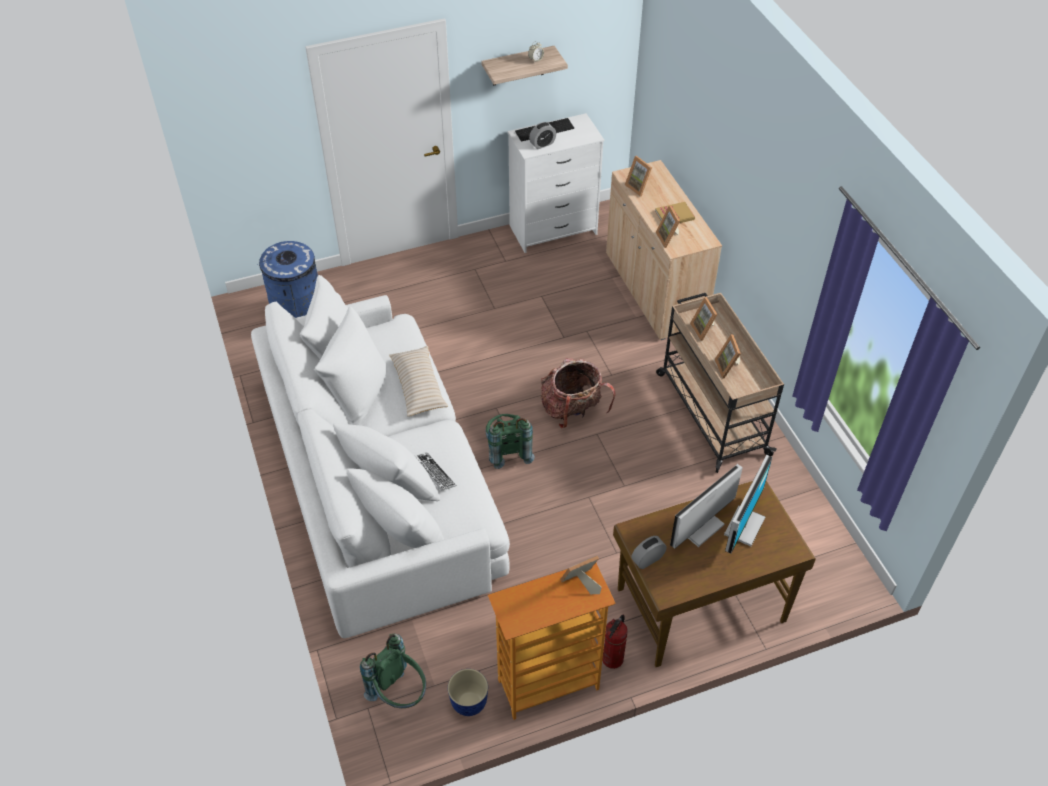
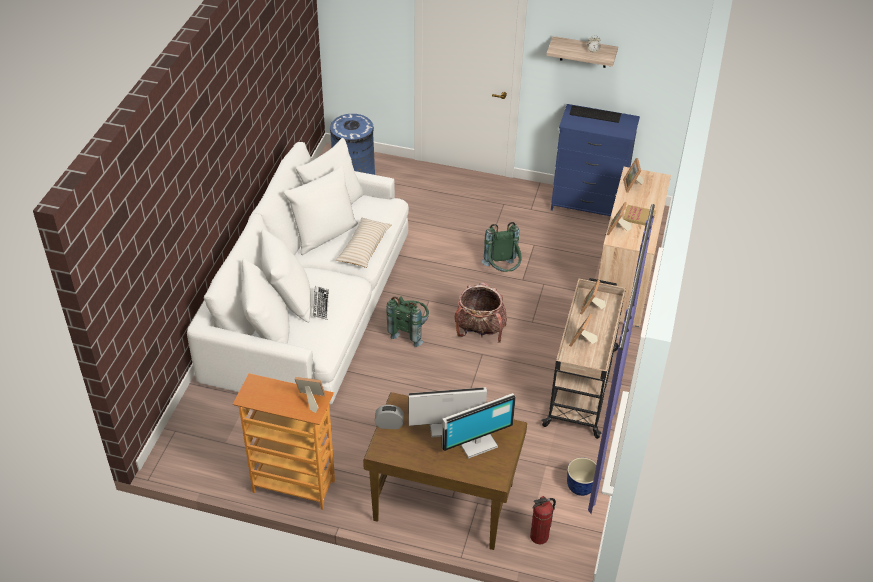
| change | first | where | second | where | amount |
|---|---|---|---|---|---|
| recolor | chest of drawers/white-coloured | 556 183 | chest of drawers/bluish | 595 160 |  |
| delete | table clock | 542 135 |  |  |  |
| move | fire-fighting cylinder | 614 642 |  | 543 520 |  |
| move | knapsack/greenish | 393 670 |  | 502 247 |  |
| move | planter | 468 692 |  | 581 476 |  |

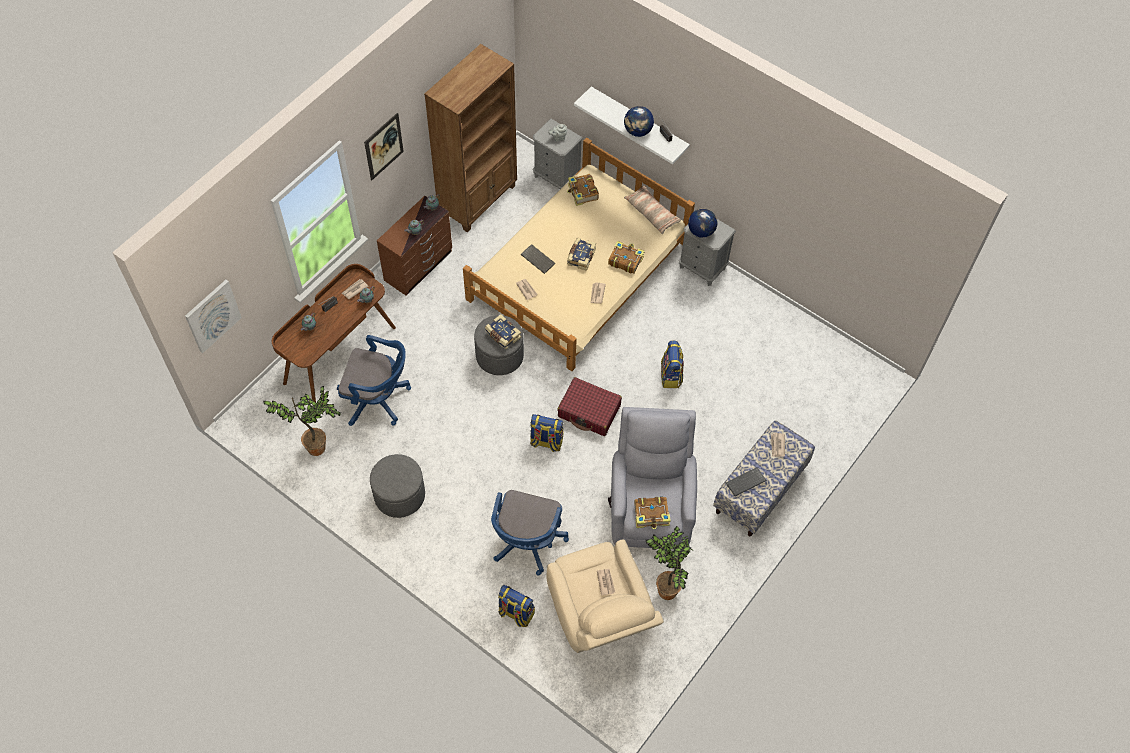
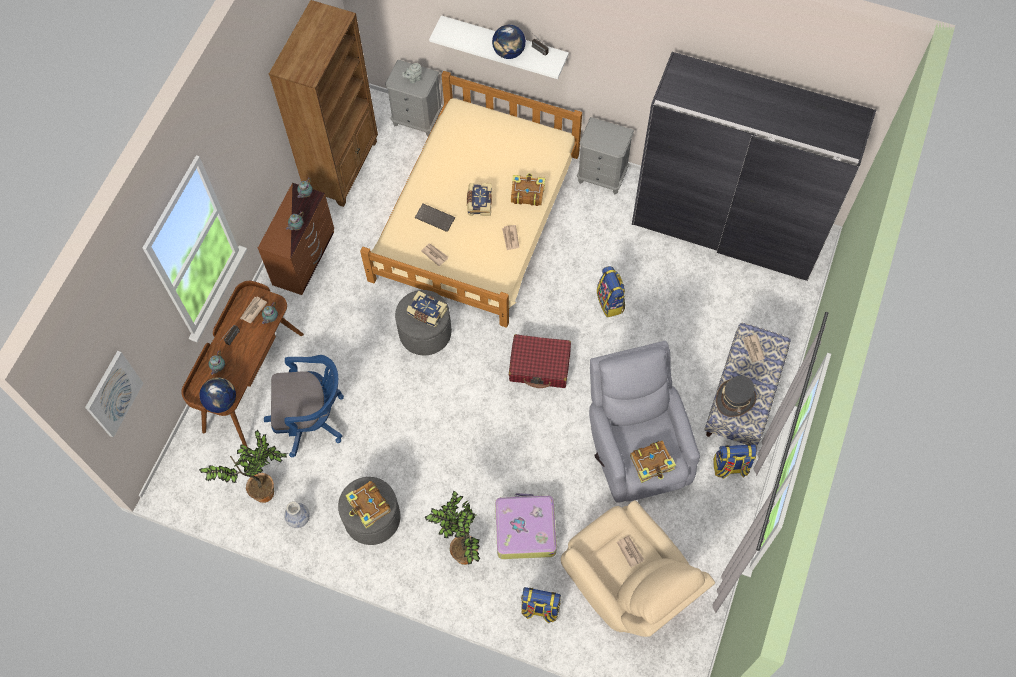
| change | first | where | second | where | amount |
|---|---|---|---|---|---|
| delete | wall picture | 384 146 |  |  |  |
| move | bound book | 583 190 |  | 368 505 |  |
| delete | pillow | 652 210 |  |  |  |
| move | desk globe | 703 223 |  | 217 395 |  |
| move | knapsack | 547 433 |  | 735 461 |  |
| replace | PC keyboard | 746 481 | hat/gray | 736 396 |  |
| replace | office chair/bluish | 530 532 | travel case | 526 526 |  |
| move | houseplant | 669 563 |  | 452 528 |  |
| insert |  |  | armoire/gray | 754 166 |  |
| insert |  |  | flower vase | 297 514 |  |

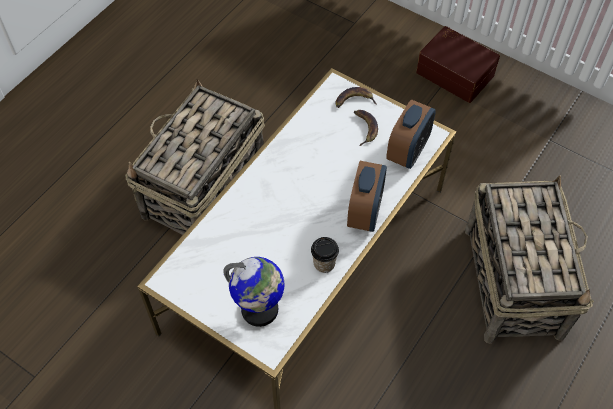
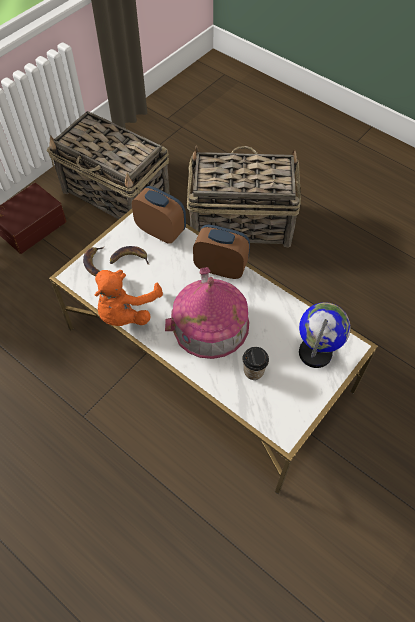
| change | first | where | second | where | amount |
|---|---|---|---|---|---|
| move | household basket | 195 157 |  | 108 165 |  |
| move | drinking cup | 325 255 |  | 255 363 |  |
| insert |  |  | toy house | 207 313 |  |
| insert |  |  | soft toy/orange-coloured | 128 298 |  |

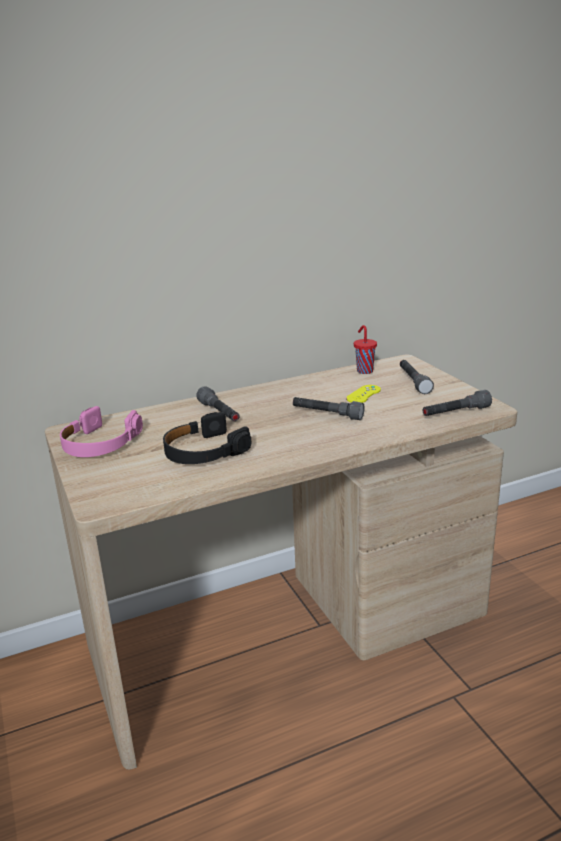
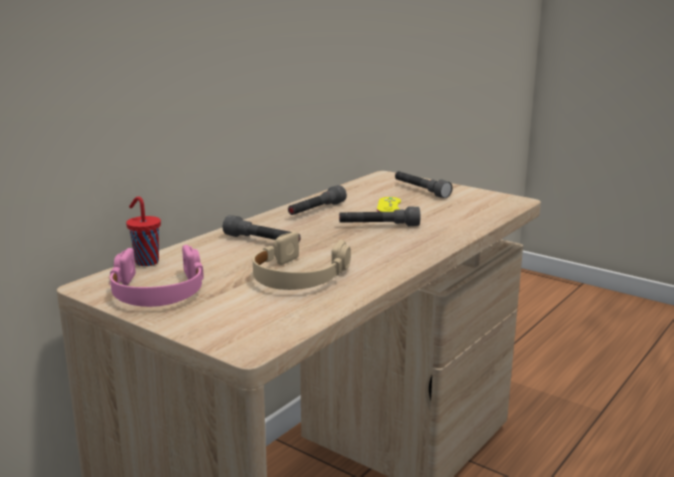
| change | first | where | second | where | amount |
|---|---|---|---|---|---|
| move | drinking cup/reddish | 365 349 |  | 143 231 |  |
| move | flashlight/gray | 457 403 |  | 317 200 |  |
| recolor | pair of headphones/black | 207 438 | pair of headphones/beige-coloured | 302 261 |  |

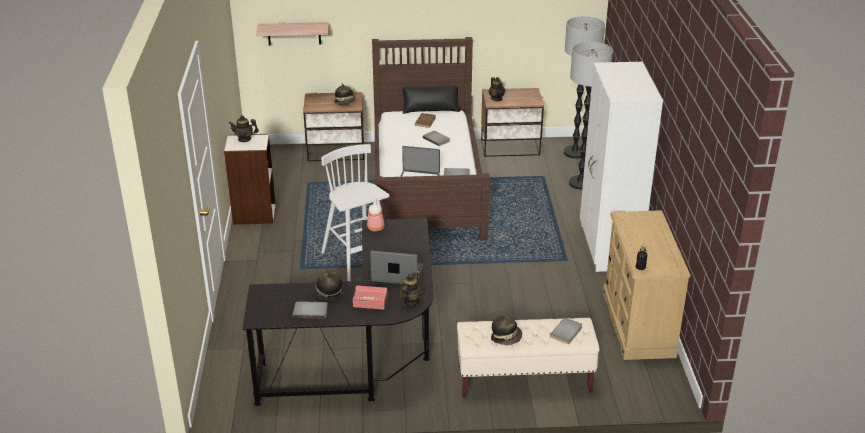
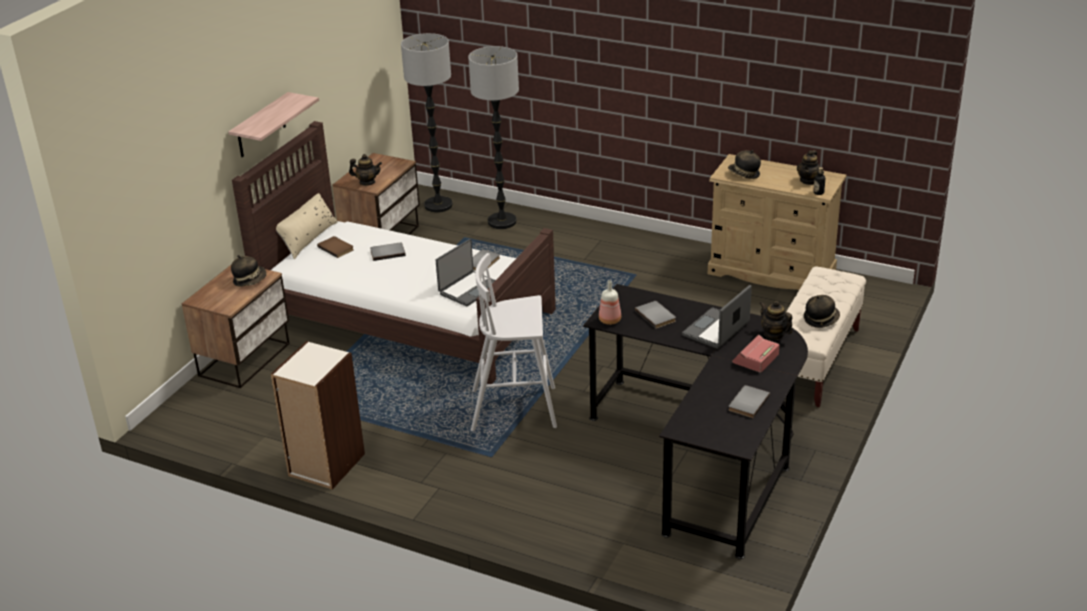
| change | first | where | second | where | amount |
|---|---|---|---|---|---|
| move | wall shelf | 292 34 |  | 273 124 |  |
| delete | armoire/white-coloured | 621 167 |  |  |  |
| recolor | pillow/black | 431 100 | pillow/beige-coloured | 307 226 |  |
| move | pot for tea | 244 128 |  | 808 167 |  |
| move | hat | 329 285 |  | 744 164 |  |
| move | bound book/gray | 566 330 |  | 655 315 |  |

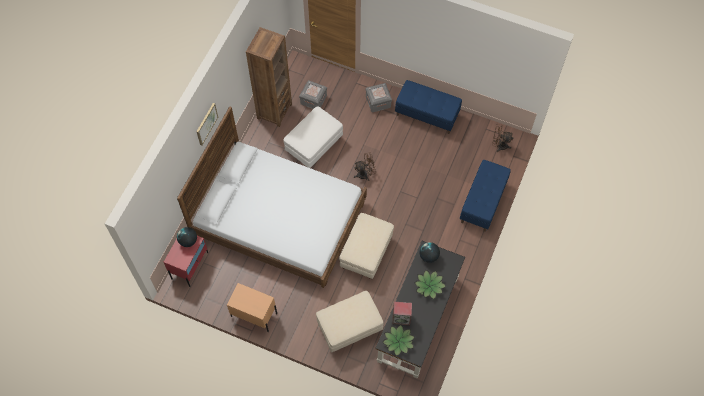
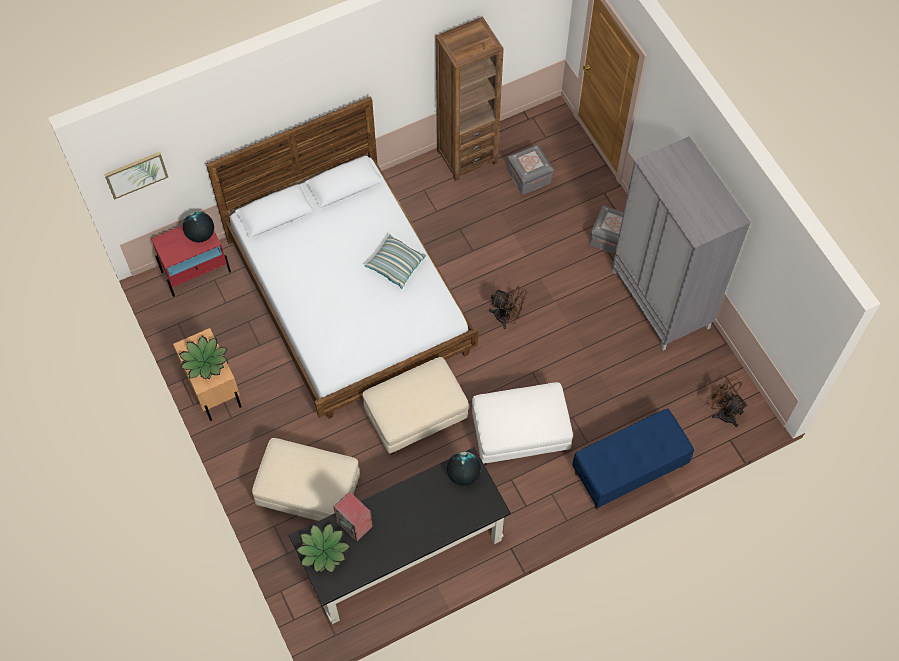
| change | first | where | second | where | amount |
|---|---|---|---|---|---|
| replace | long seat/bluish | 428 107 | armoire/gray | 681 243 |  |
| move | wall picture | 207 124 |  | 136 176 |  |
| move | pouffe/white-coloured | 313 137 |  | 522 423 |  |
| move | houseplant | 430 284 |  | 203 357 |  |
| insert |  |  | pillow | 395 261 |  |

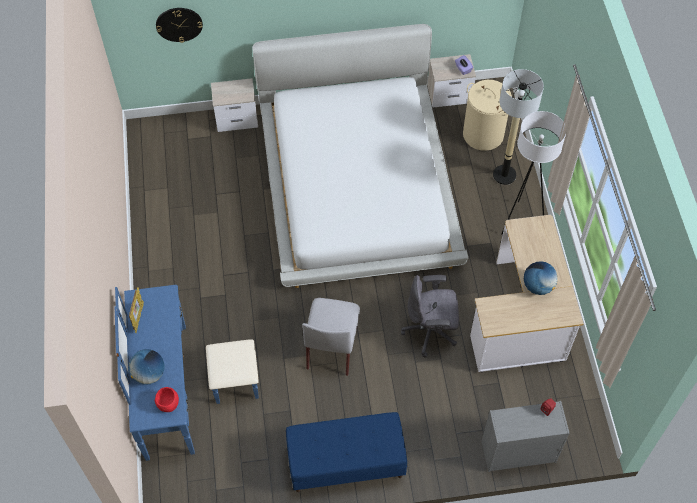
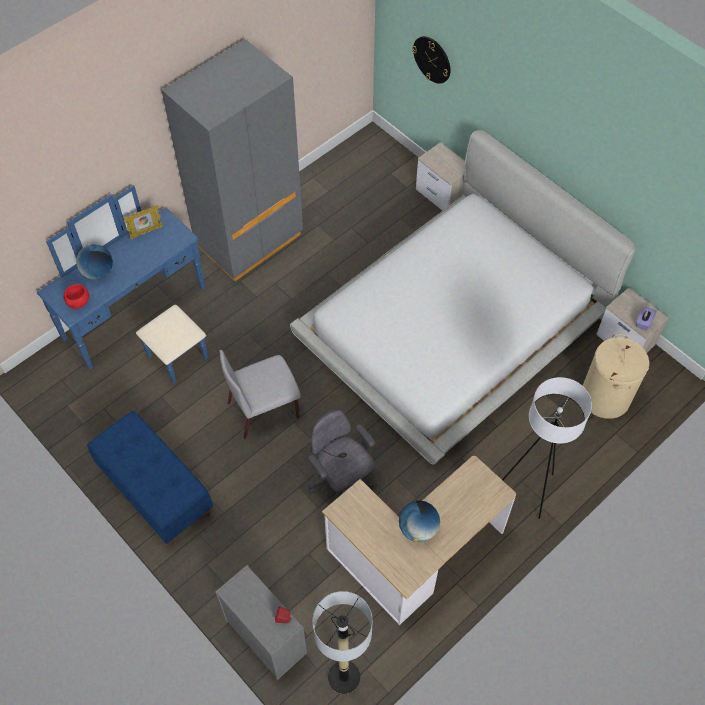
| change | first | where | second | where | amount |
|---|---|---|---|---|---|
| move | standard lamp | 518 127 |  | 343 642 |  |
| insert |  |  | armoire/gray | 232 160 |  |

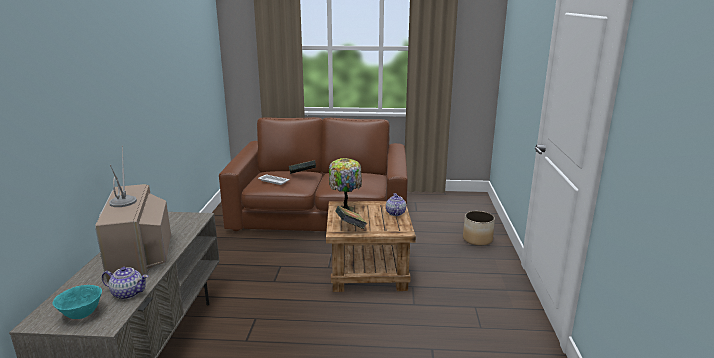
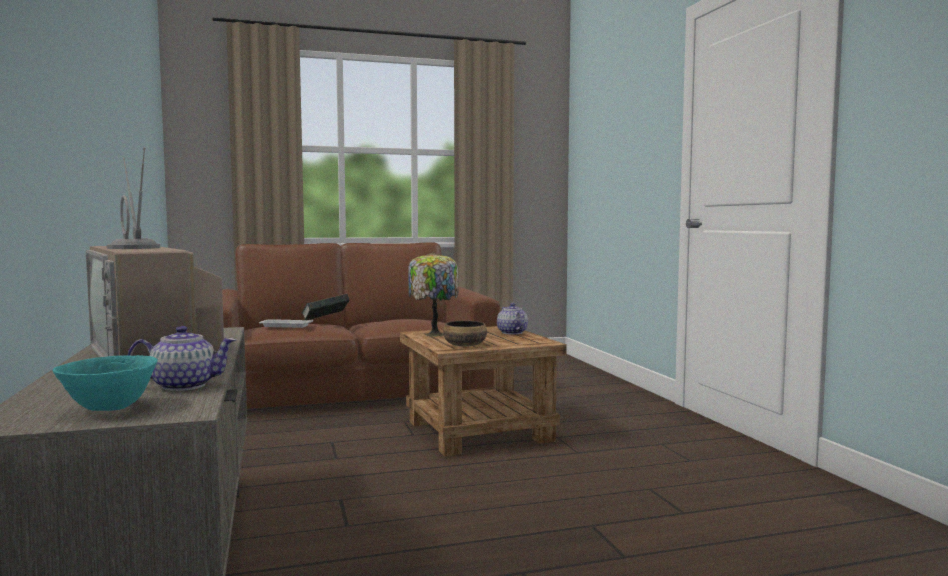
| change | first | where | second | where | amount |
|---|---|---|---|---|---|
| replace | bound book | 351 217 | bowl | 465 334 |  |
| delete | planter | 479 228 |  |  |  |

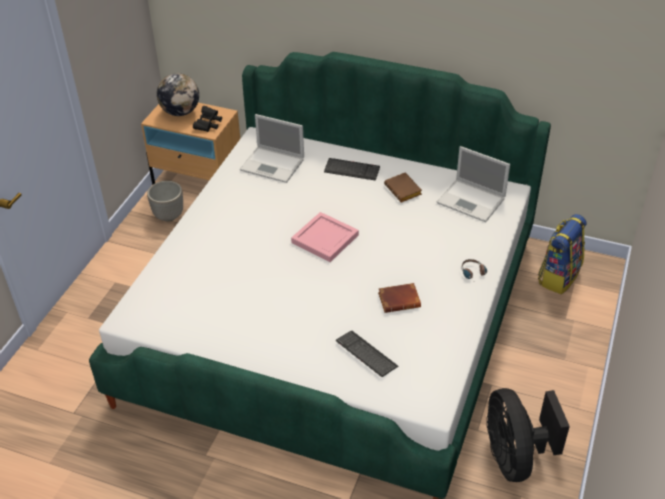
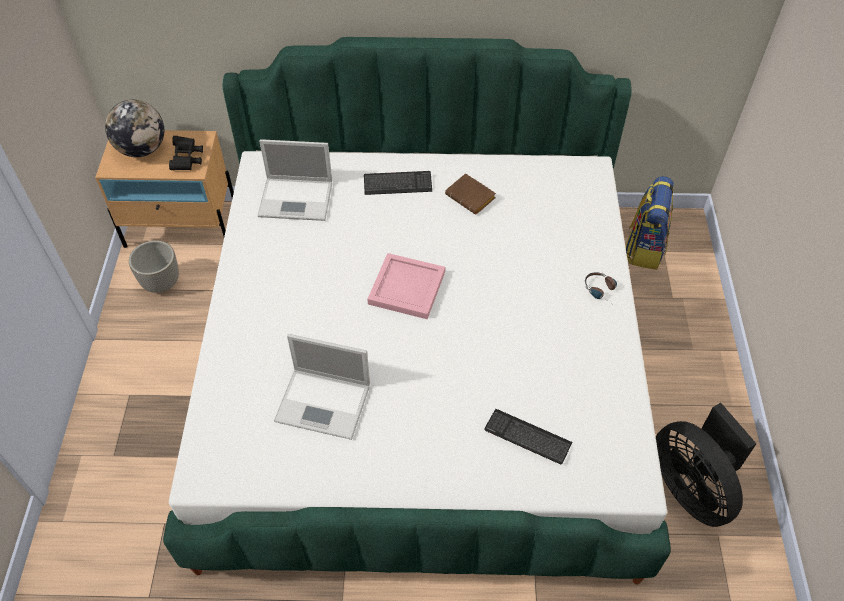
| change | first | where | second | where | amount |
|---|---|---|---|---|---|
| move | portable computer | 473 184 |  | 322 387 |  |
| delete | bound book/brown-coloured | 399 298 |  |  |  |

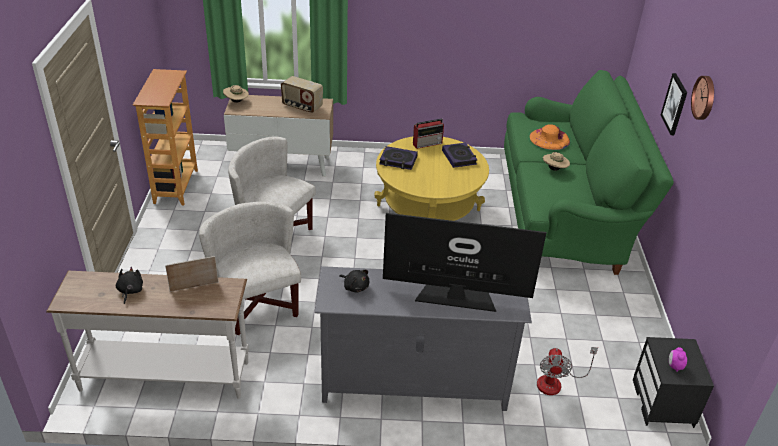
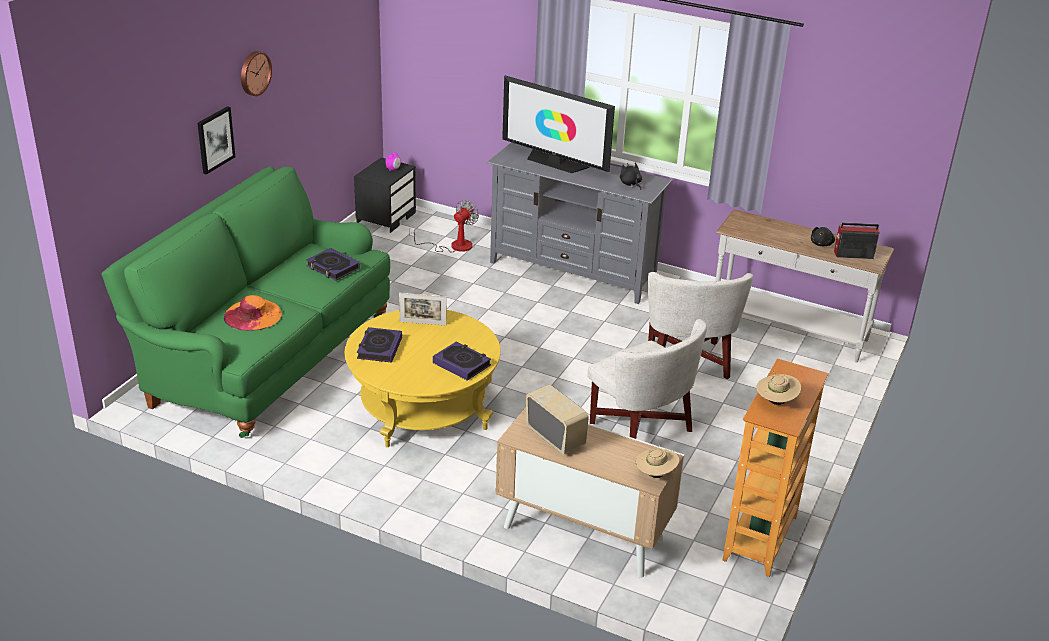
| change | first | where | second | where | amount |
|---|---|---|---|---|---|
| move | radio receiver | 428 134 |  | 856 240 |  |
| move | hat/beige-coloured | 556 161 |  | 779 388 |  |
| move | photo frame | 191 274 |  | 422 309 |  |
| insert |  |  | bound book | 333 264 |  |

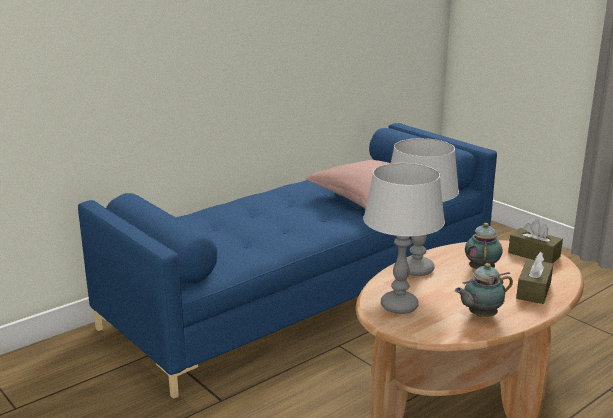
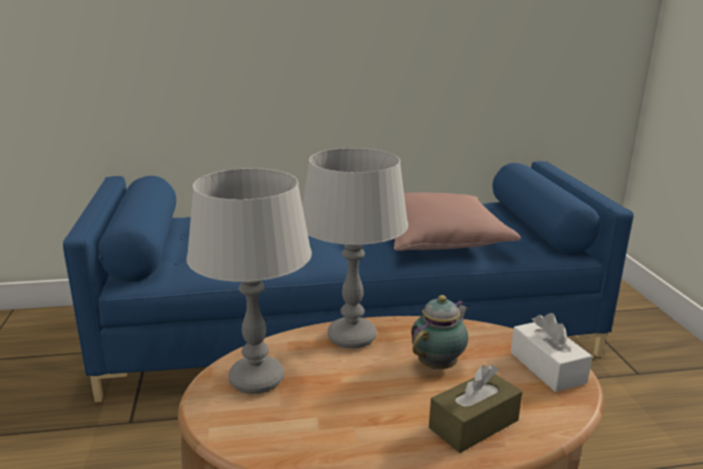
| change | first | where | second | where | amount |
|---|---|---|---|---|---|
| recolor | tissue holder/brown-coloured | 535 241 | tissue holder/white-coloured | 552 352 |  |
| delete | pot for tea | 484 290 |  |  |  |

